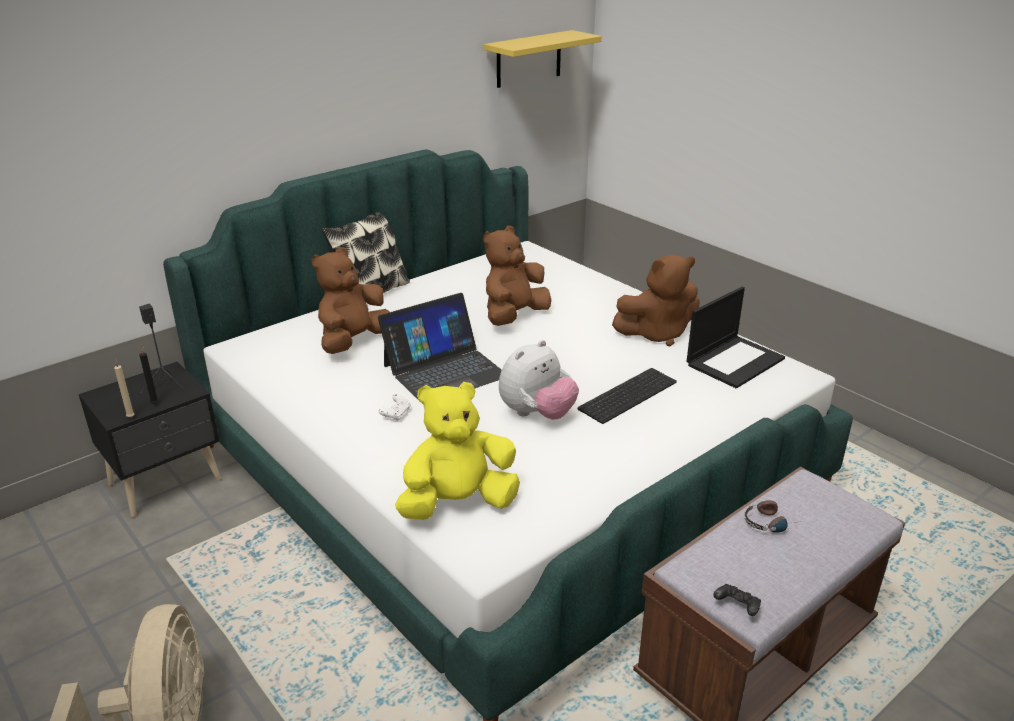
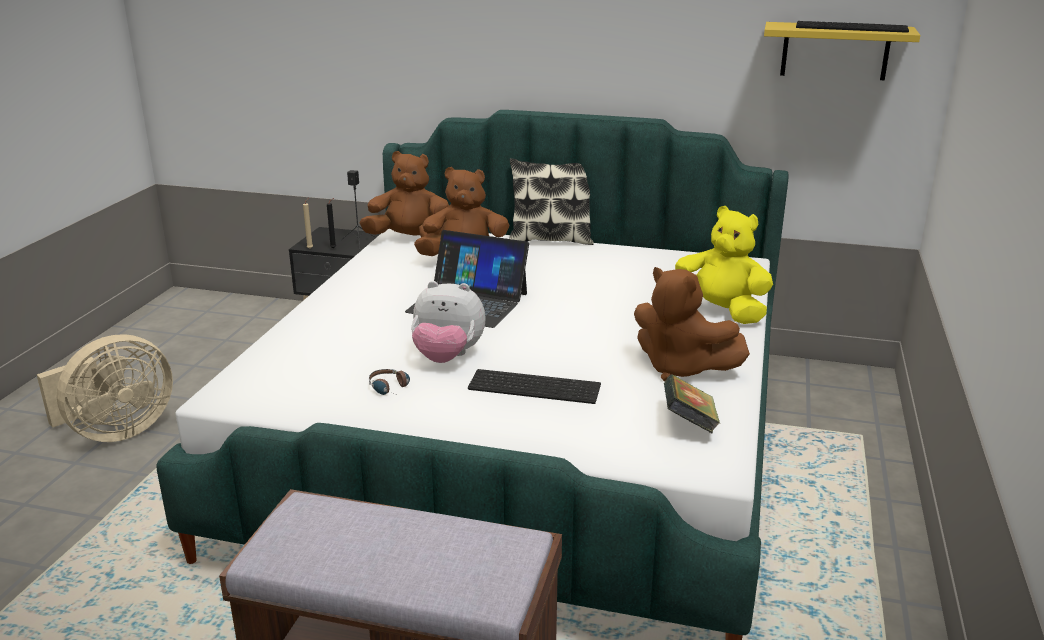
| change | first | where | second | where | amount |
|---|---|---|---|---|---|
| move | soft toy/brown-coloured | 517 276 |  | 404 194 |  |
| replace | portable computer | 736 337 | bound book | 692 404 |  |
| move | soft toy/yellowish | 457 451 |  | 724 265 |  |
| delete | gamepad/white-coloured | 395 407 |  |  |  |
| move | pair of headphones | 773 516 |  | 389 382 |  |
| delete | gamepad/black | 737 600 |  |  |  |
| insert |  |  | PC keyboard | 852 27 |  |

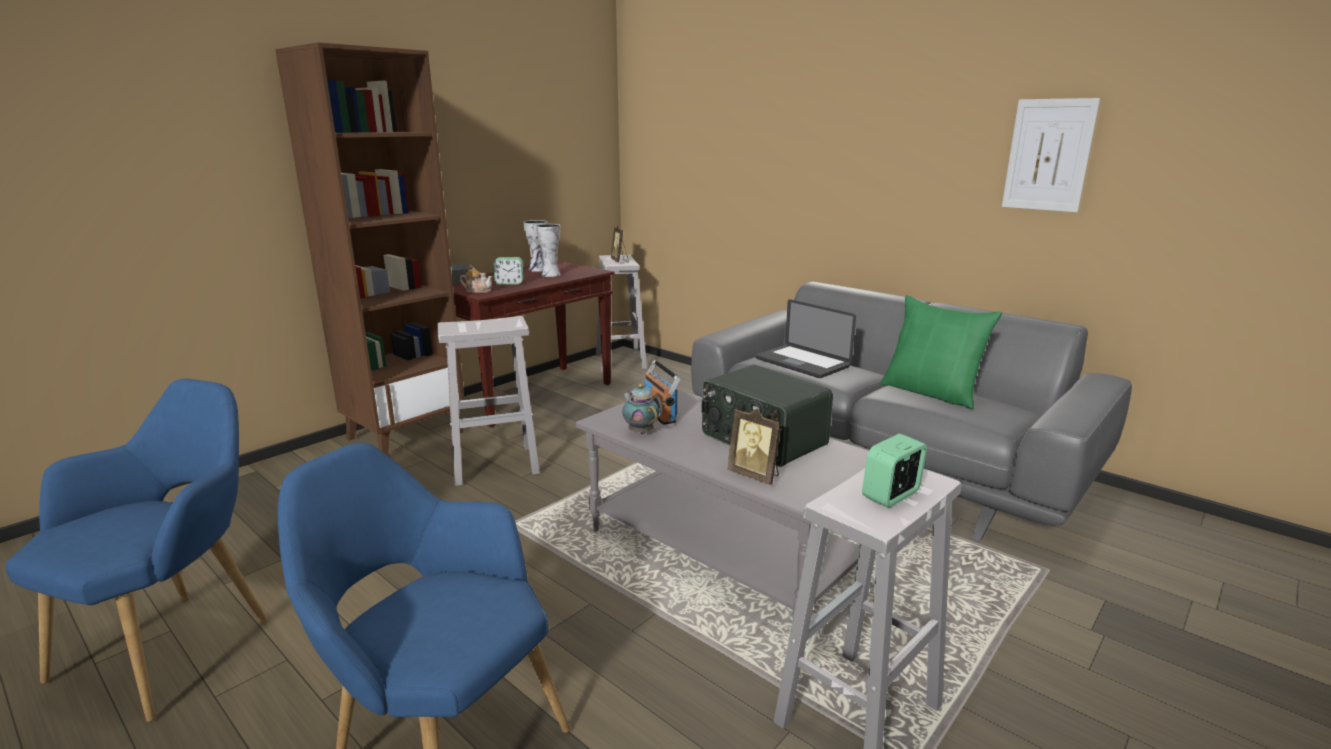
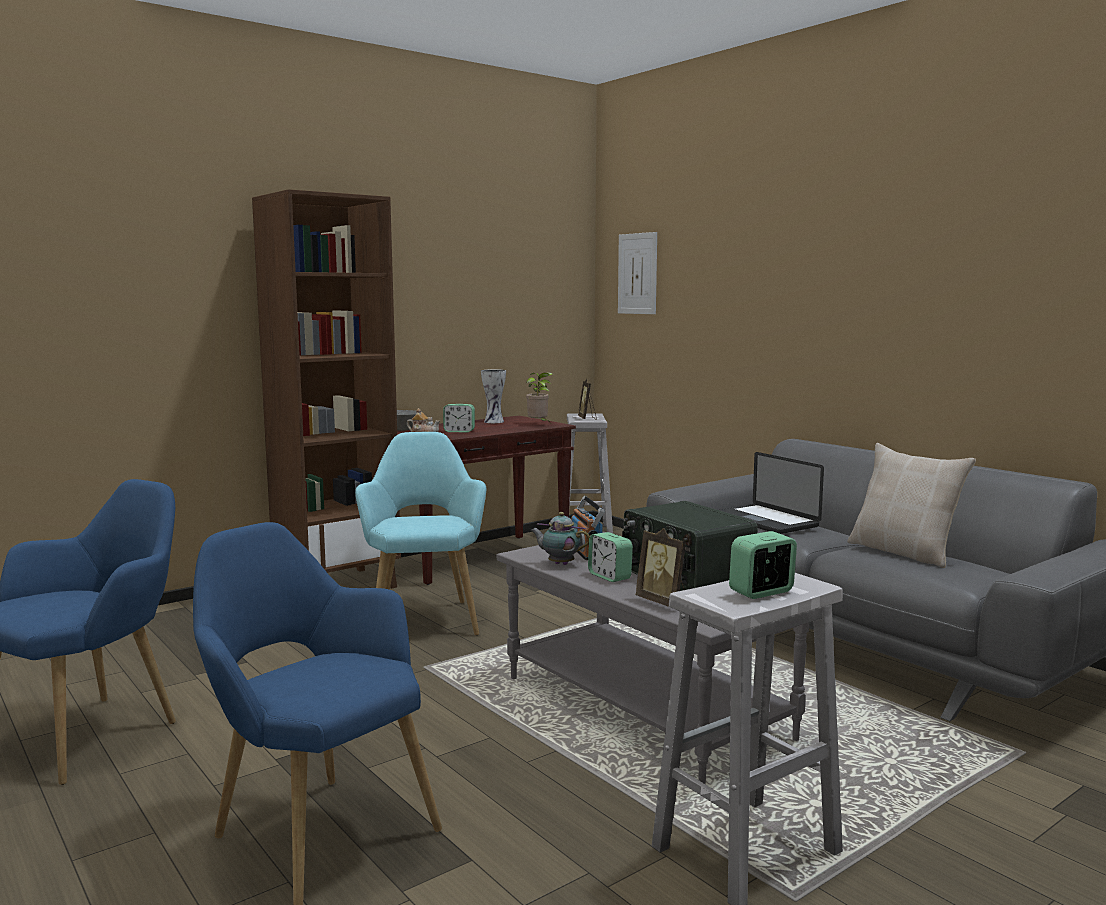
| change | first | where | second | where | amount |
|---|---|---|---|---|---|
| move | wall picture | 1051 155 |  | 637 273 |  |
| delete | flower vase | 548 250 |  |  |  |
| recolor | pillow/greenish | 941 352 | pillow/beige-coloured | 911 505 |  |
| replace | stool/white-coloured | 488 401 | lounge chair/turquoise-coloured | 420 534 |  |
| rotate | pot for tea | 640 409 |  | 560 538 | 45 degrees counterclockwise |
| insert |  |  | houseplant | 539 396 |  |
| insert |  |  | table clock | 610 557 |  |

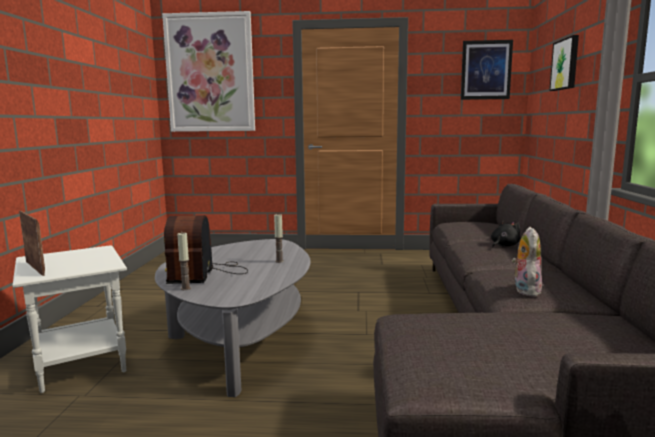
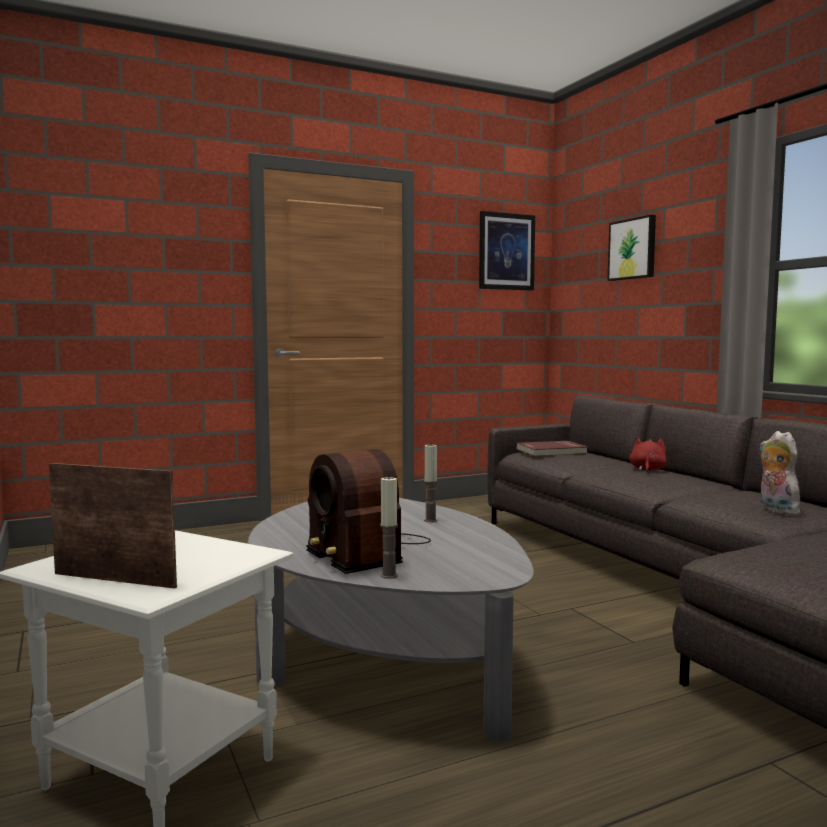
| change | first | where | second | where | amount |
|---|---|---|---|---|---|
| delete | wall picture | 208 71 |  |  |  |
| recolor | soft toy/black | 506 234 | soft toy/reddish | 648 455 |  |
| insert |  |  | bound book/reddish | 552 448 |  |

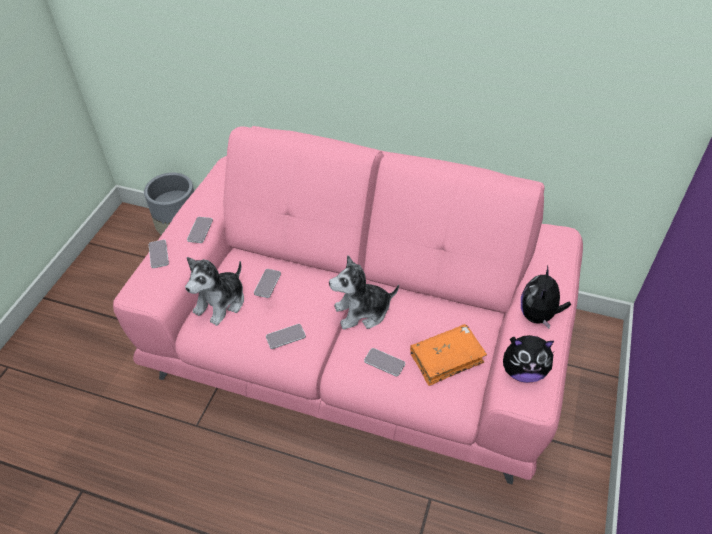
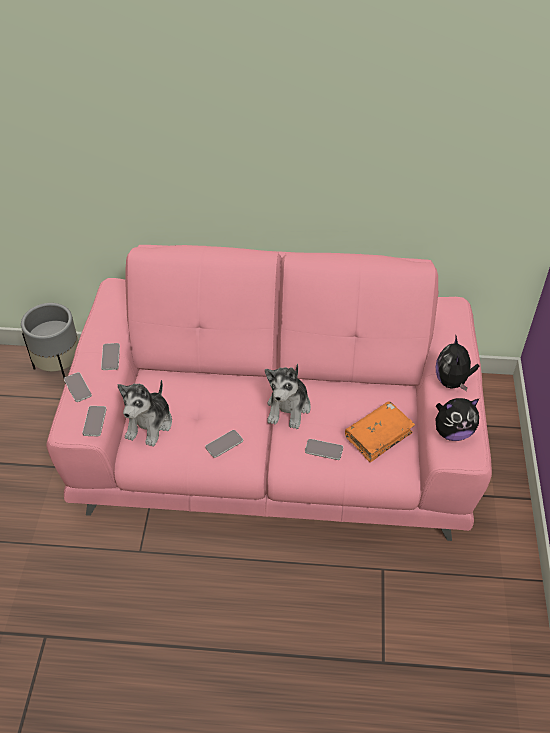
| change | first | where | second | where | amount |
|---|---|---|---|---|---|
| rotate | soft toy | 364 292 |  | 288 396 | 45 degrees counterclockwise |
| move | handset | 267 283 |  | 94 421 |  |

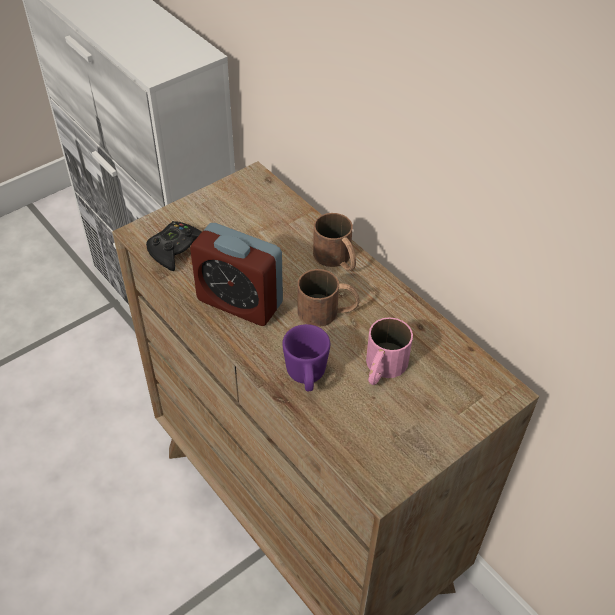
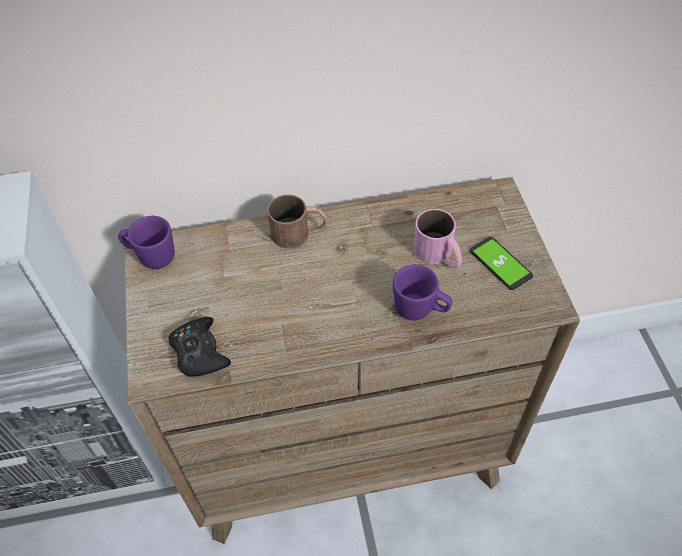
| change | first | where | second | where | amount |
|---|---|---|---|---|---|
| delete | table clock | 236 274 |  |  |  |
| delete | tea mug/brown-coloured | 328 298 |  |  |  |
| insert |  |  | tea mug/purple | 146 242 |  |
| insert |  |  | handset | 501 263 |  |

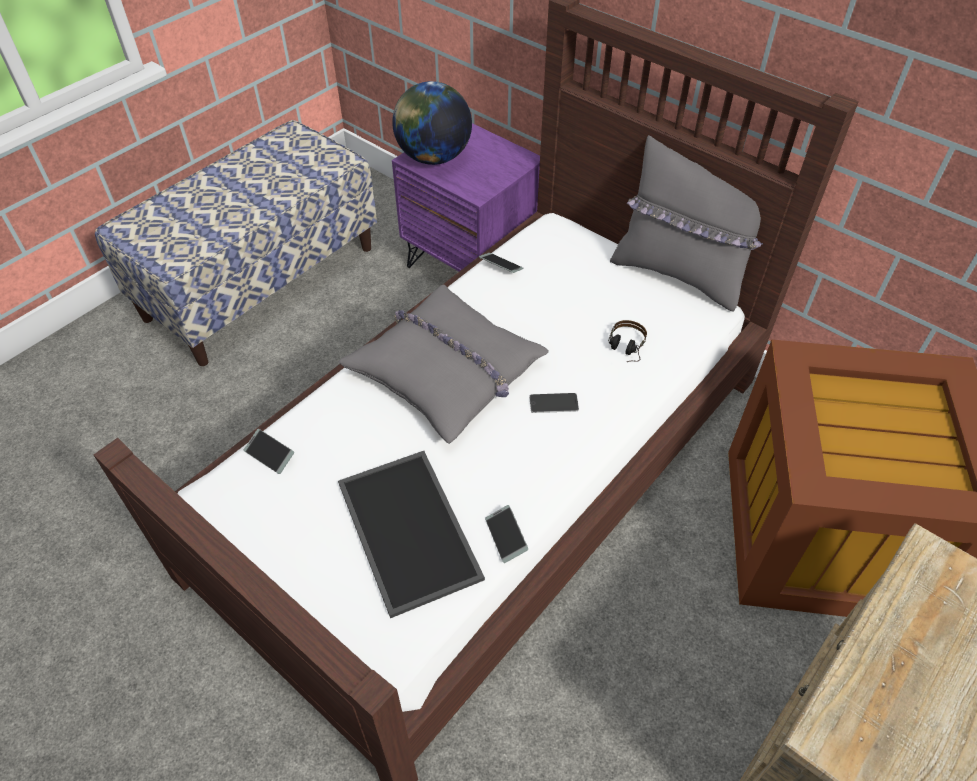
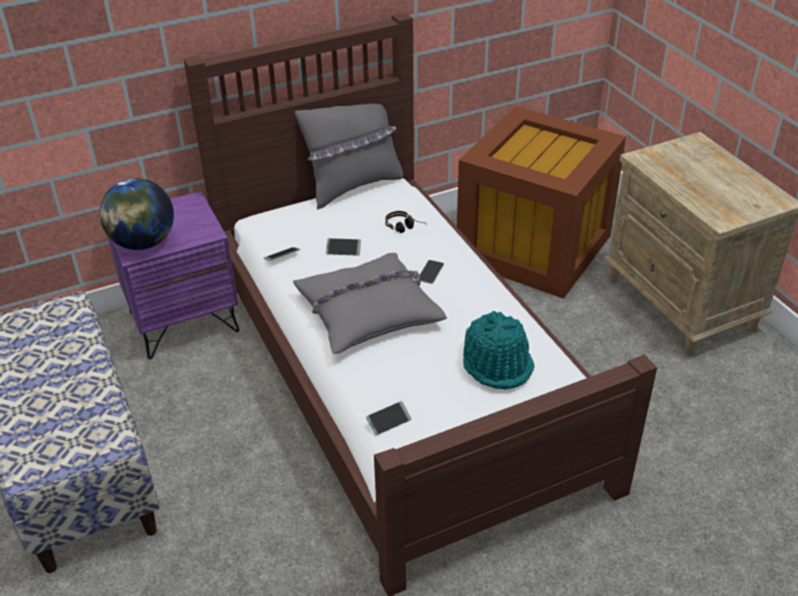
| change | first | where | second | where | amount |
|---|---|---|---|---|---|
| replace | tray | 411 534 | hat/turquoise-coloured | 498 350 |  |
| move | handset | 506 534 |  | 343 247 |  |

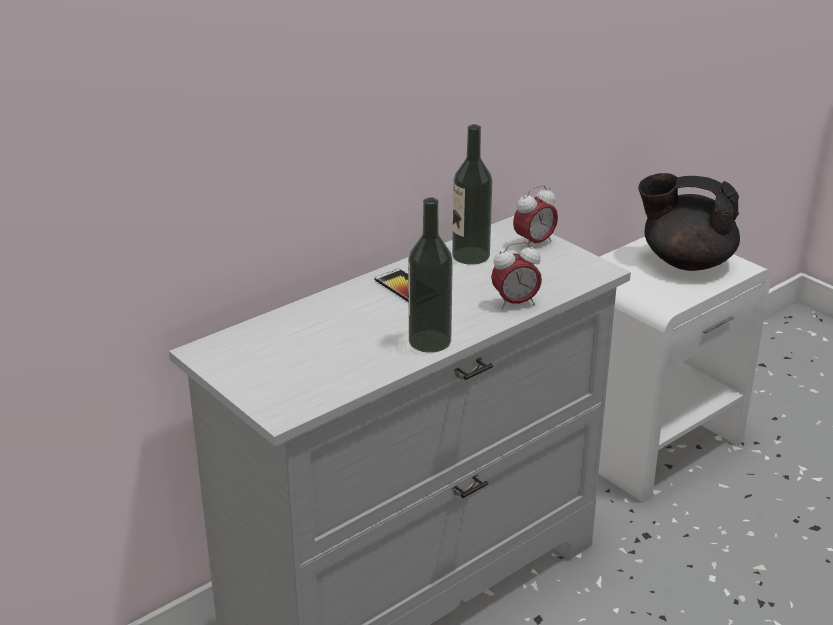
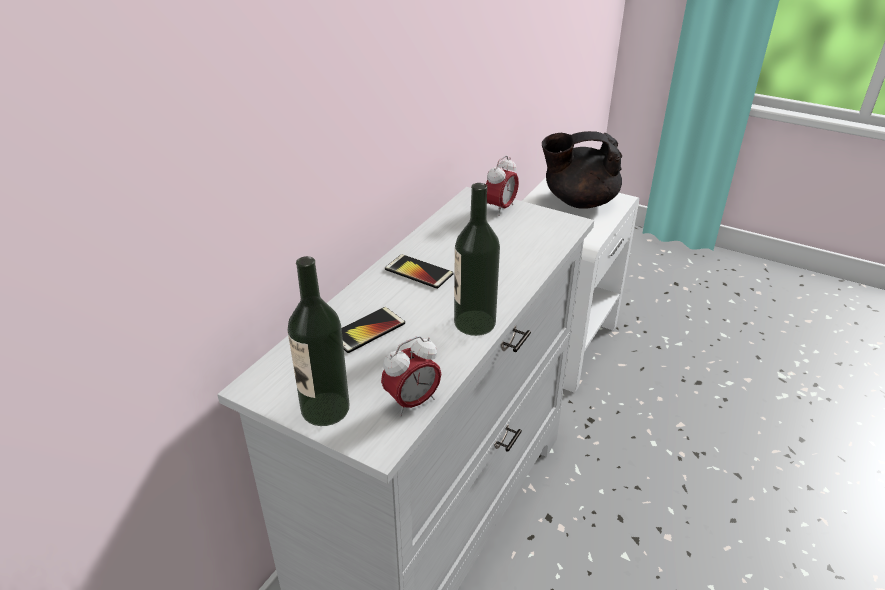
| change | first | where | second | where | amount |
|---|---|---|---|---|---|
| move | bottle | 472 194 |  | 319 341 |  |
| move | table clock | 516 276 |  | 411 376 |  |
| insert |  |  | handset | 373 330 |  |

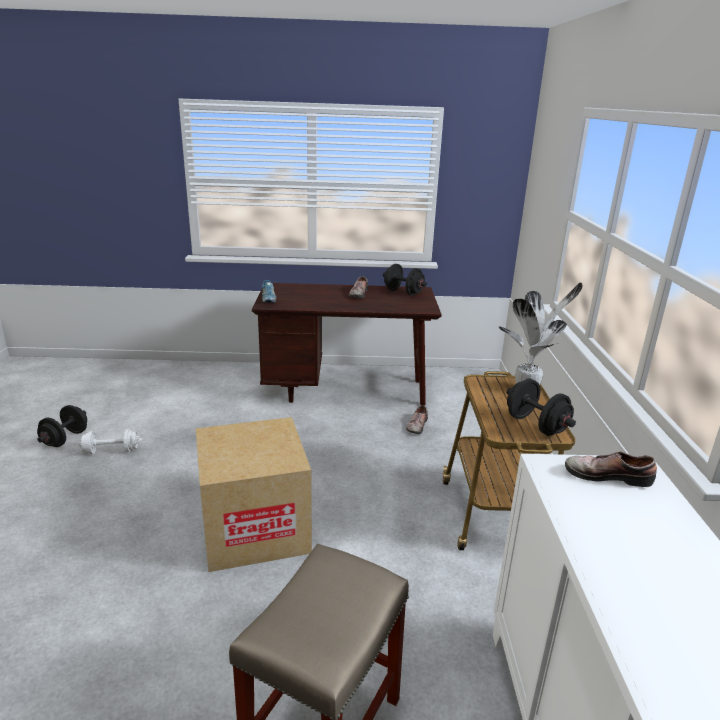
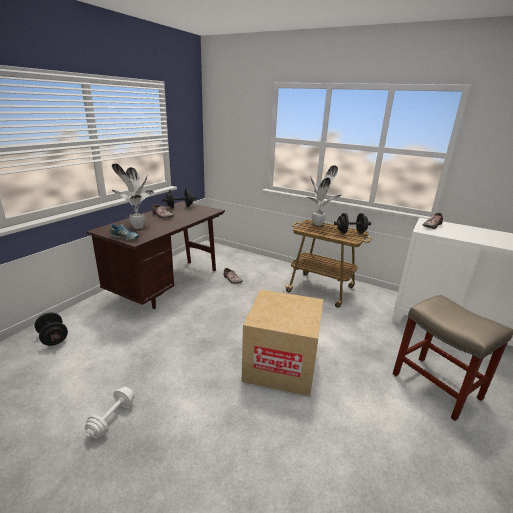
| change | first | where | second | where | amount |
|---|---|---|---|---|---|
| move | dumbbell/black | 62 426 |  | 51 329 |  |
| insert |  |  | houseplant | 133 196 |  |

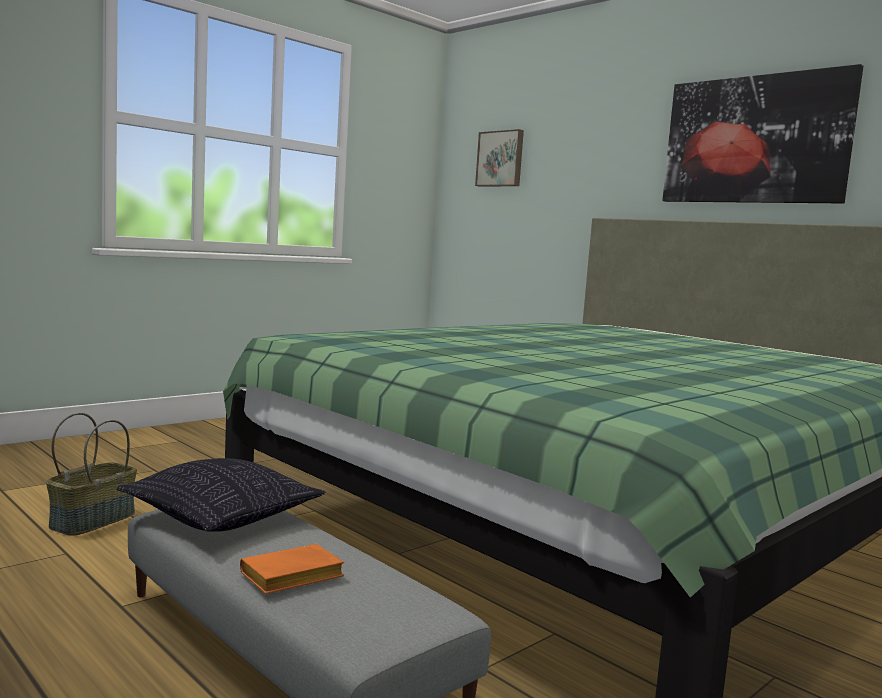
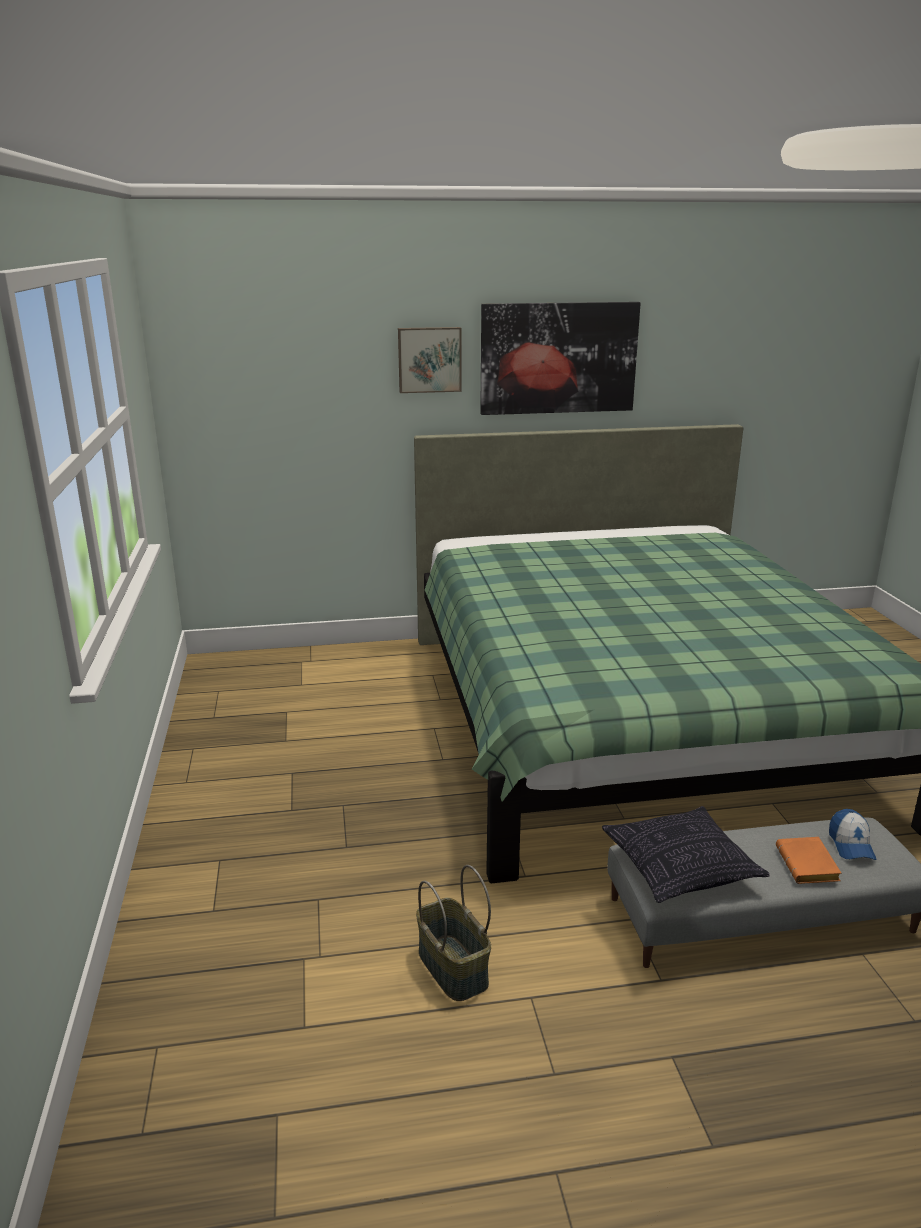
| change | first | where | second | where | amount |
|---|---|---|---|---|---|
| move | wall picture | 499 158 |  | 430 360 |  |
| insert |  |  | baseball cap | 853 834 |  |

